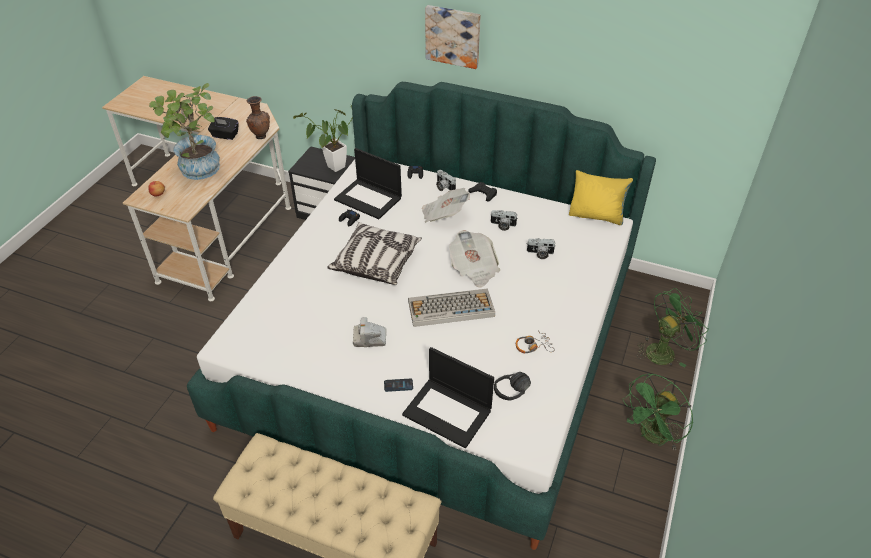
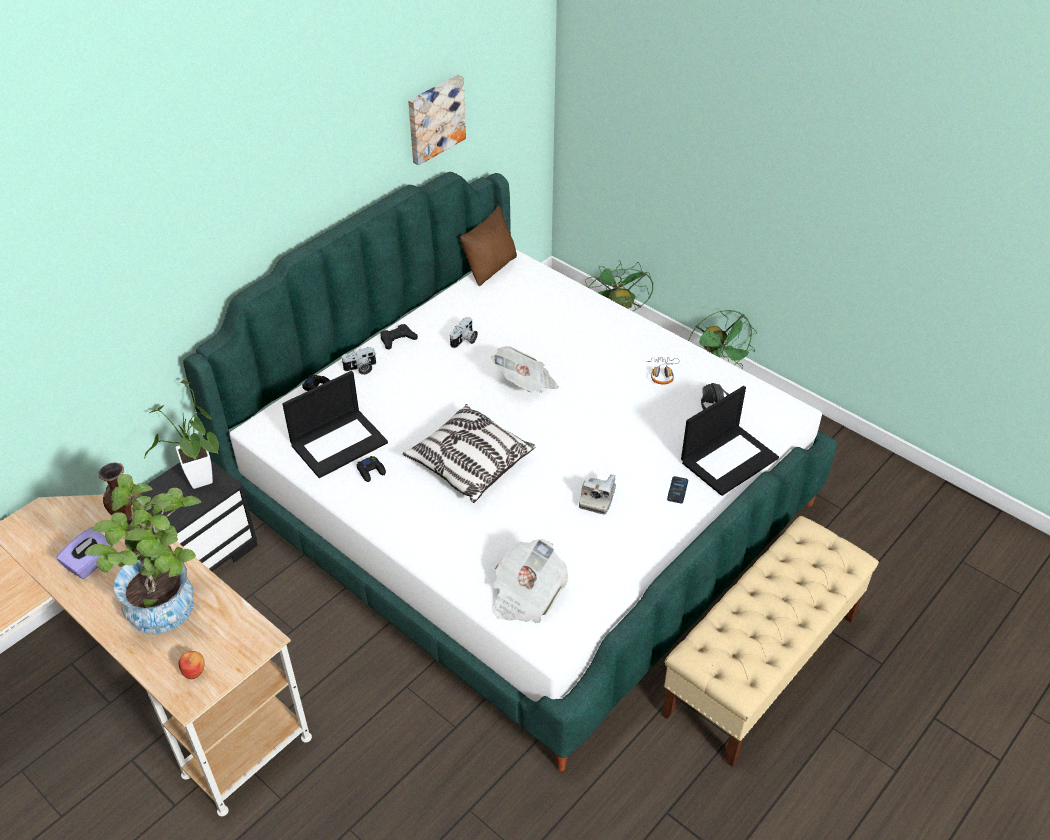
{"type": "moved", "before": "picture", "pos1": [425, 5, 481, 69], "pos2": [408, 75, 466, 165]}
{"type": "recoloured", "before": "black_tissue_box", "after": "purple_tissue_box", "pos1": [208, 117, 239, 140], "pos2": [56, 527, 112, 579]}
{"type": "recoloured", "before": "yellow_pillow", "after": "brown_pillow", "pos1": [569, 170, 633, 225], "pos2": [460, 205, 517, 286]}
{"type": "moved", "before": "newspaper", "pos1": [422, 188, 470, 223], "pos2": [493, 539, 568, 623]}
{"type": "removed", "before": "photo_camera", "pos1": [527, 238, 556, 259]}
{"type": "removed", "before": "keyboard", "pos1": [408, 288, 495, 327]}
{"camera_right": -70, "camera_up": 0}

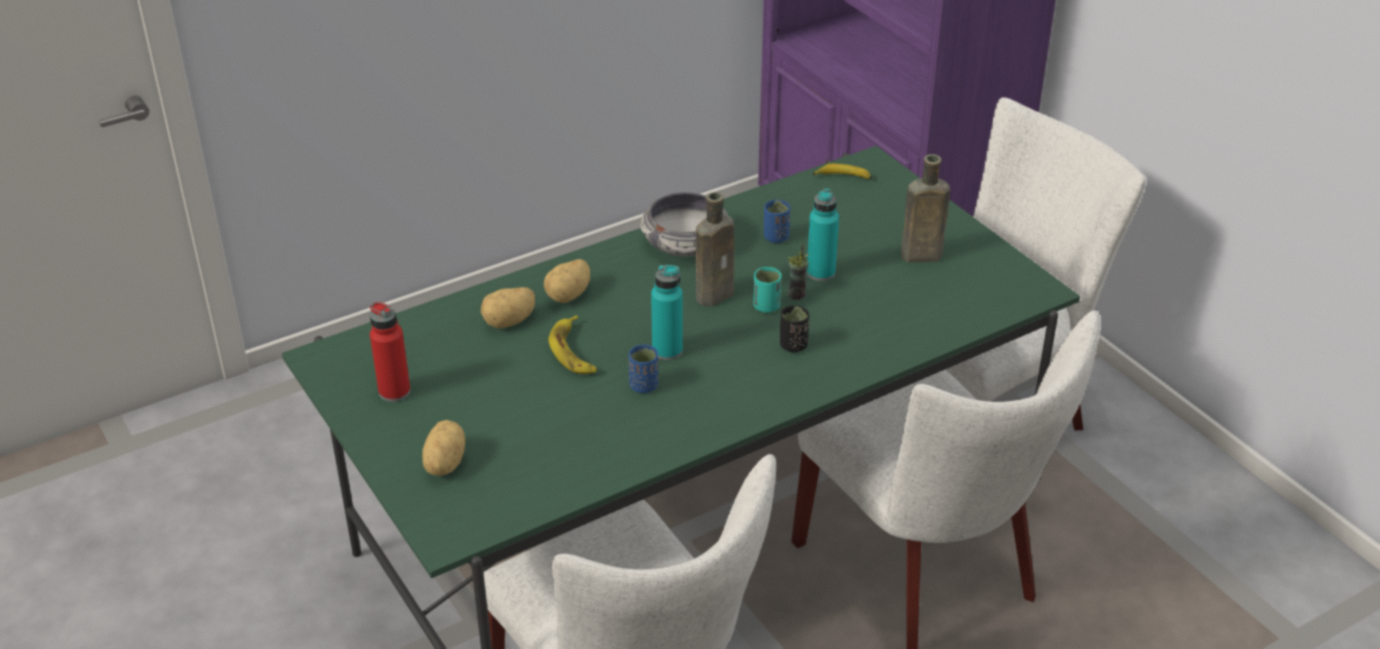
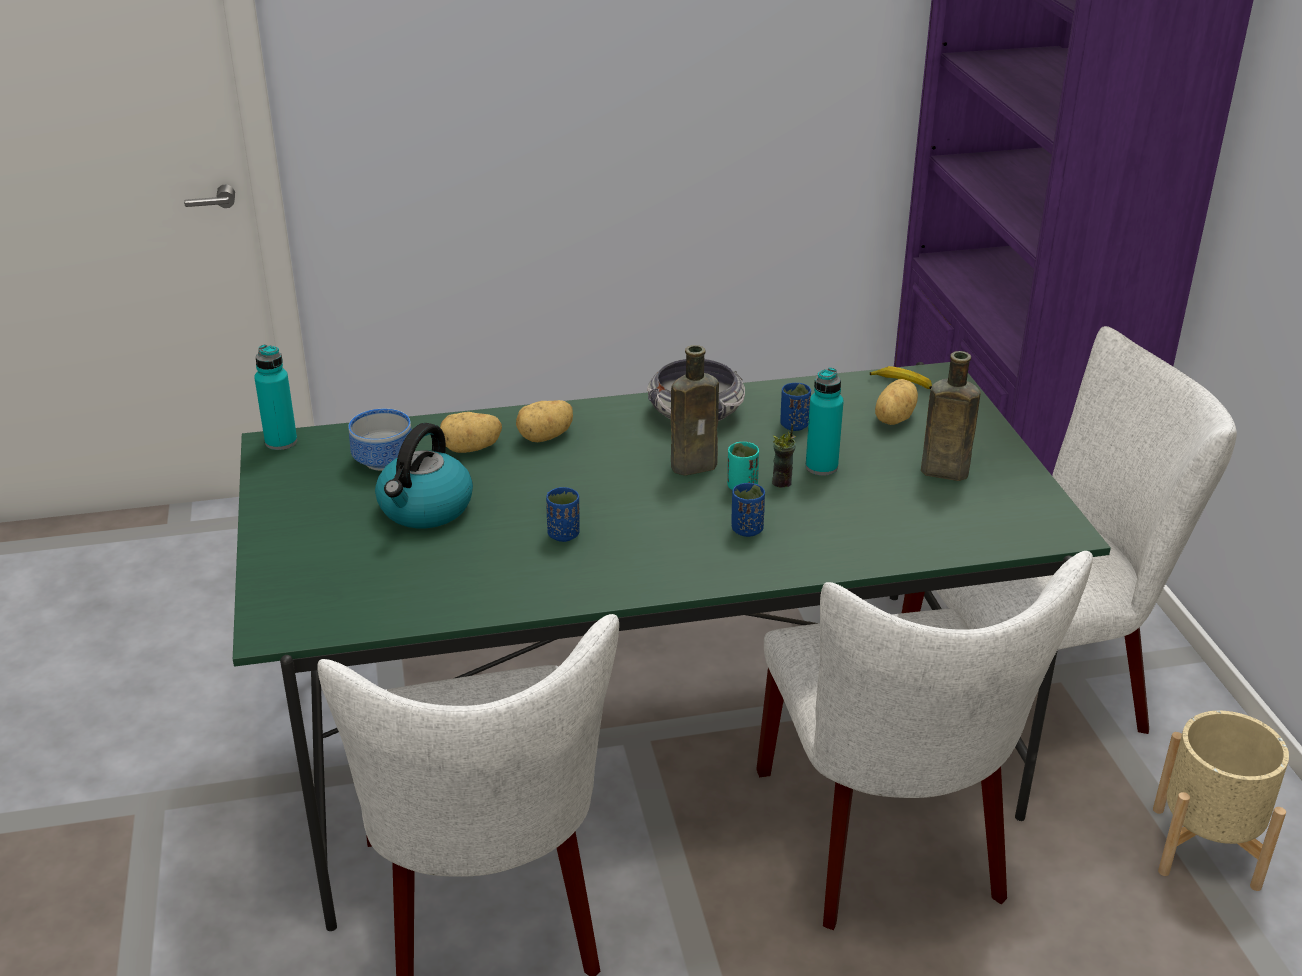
{"type": "moved", "before": "turquoise_bottle", "pos1": [651, 265, 683, 360], "pos2": [254, 344, 297, 450]}
{"type": "removed", "before": "red_bottle", "pos1": [370, 302, 411, 402]}
{"type": "recoloured", "before": "black_cup", "after": "blue_cup", "pos1": [780, 305, 809, 352], "pos2": [732, 483, 765, 537]}
{"type": "removed", "before": "banana", "pos1": [548, 315, 597, 374]}
{"type": "moved", "before": "potato", "pos1": [422, 420, 465, 476], "pos2": [875, 379, 918, 425]}
{"type": "added", "after": "bowl", "pos2": [348, 409, 412, 471]}
{"type": "added", "after": "kettle", "pos2": [375, 423, 473, 528]}
{"type": "added", "after": "beige_planter", "pos2": [1153, 711, 1289, 891]}
{"camera_right": 20, "camera_up": -5}

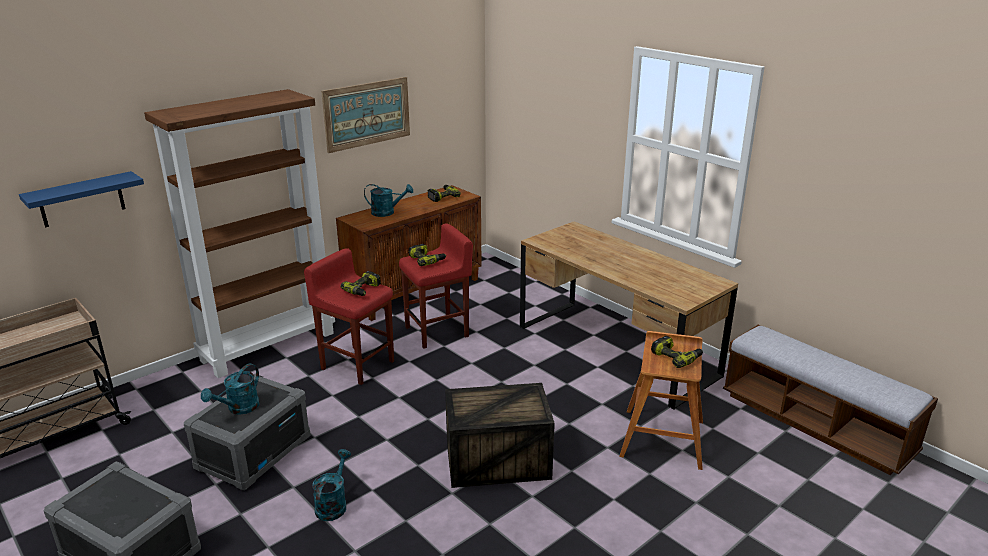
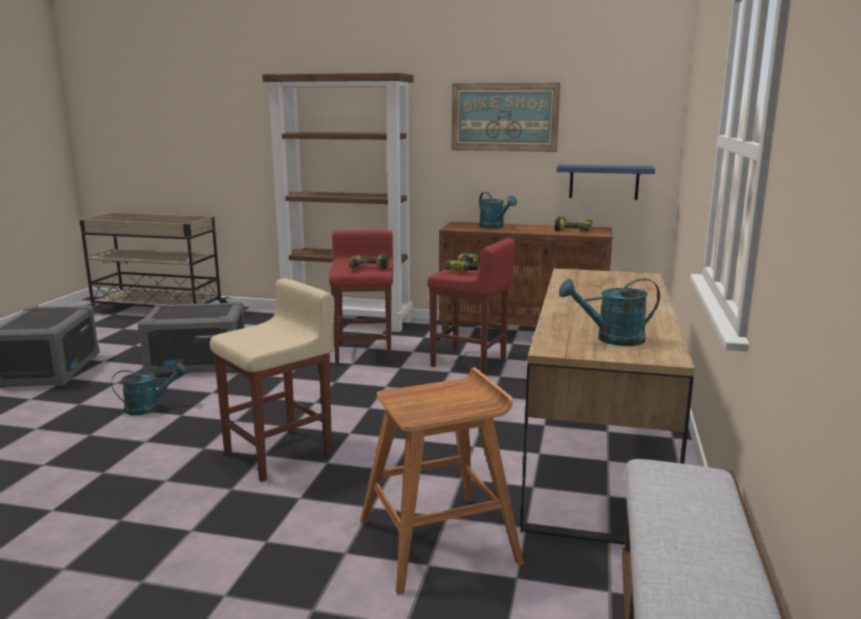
{"type": "moved", "before": "blue_shelf", "pos1": [19, 171, 144, 228], "pos2": [557, 165, 655, 200]}
{"type": "removed", "before": "power_drill", "pos1": [651, 336, 703, 368]}
{"type": "moved", "before": "turquoise_watering_can", "pos1": [201, 364, 260, 415], "pos2": [559, 278, 660, 346]}
{"type": "replaced", "before": "crate", "after": "beige_stool", "pos1": [445, 383, 555, 488], "pos2": [210, 279, 334, 482]}
{"camera_right": 55, "camera_up": -10}

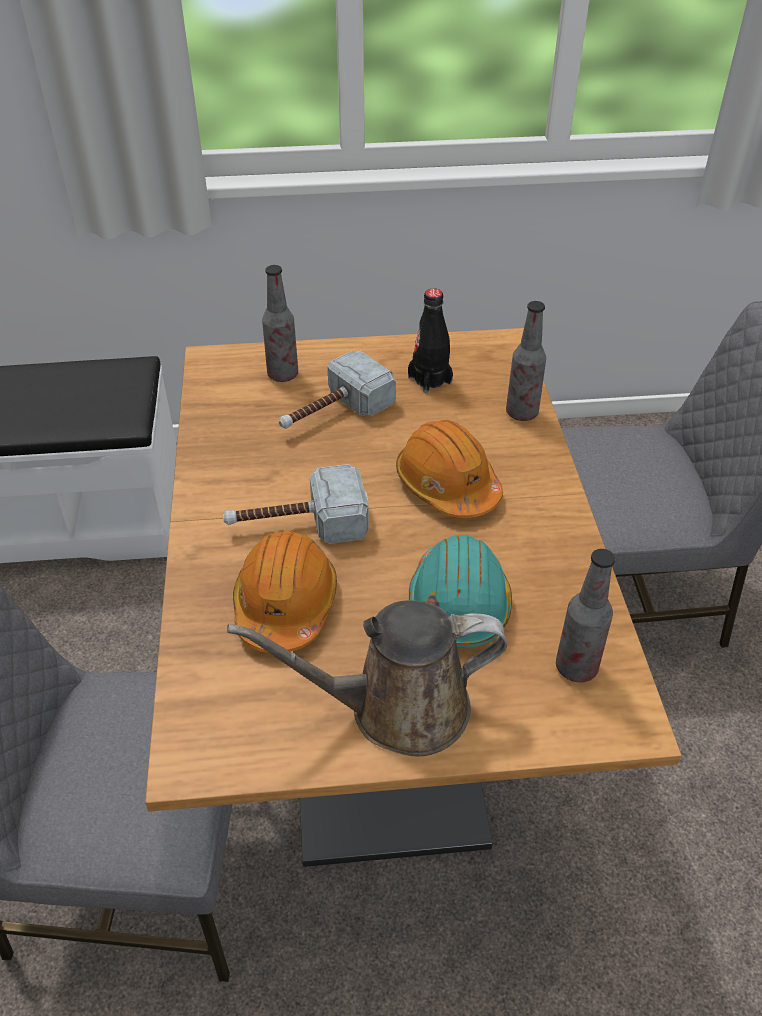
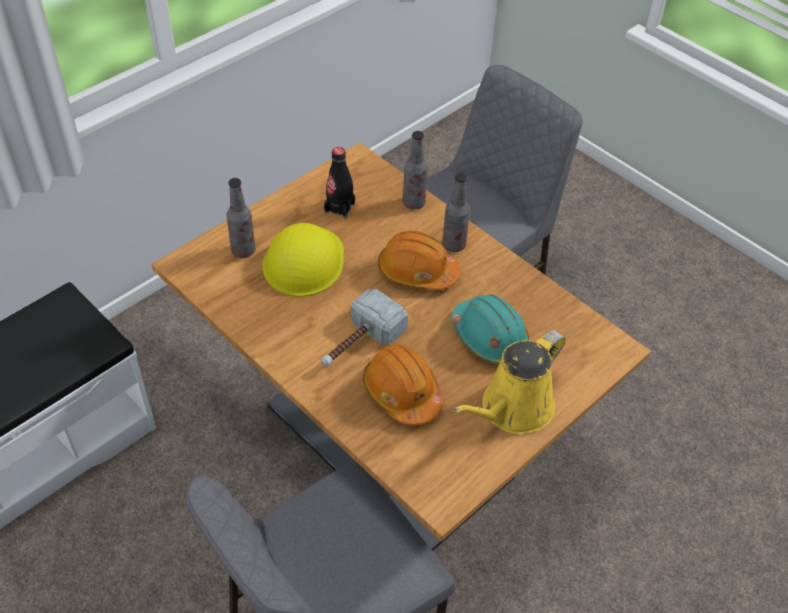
{"type": "replaced", "before": "hammer", "after": "yellow_hard_hat", "pos1": [279, 351, 396, 429], "pos2": [263, 223, 344, 297]}
{"type": "moved", "before": "bottle", "pos1": [556, 549, 615, 682], "pos2": [442, 173, 470, 252]}
{"type": "recoloured", "before": "brown_watering_can", "after": "yellow_watering_can", "pos1": [227, 600, 507, 756], "pos2": [453, 330, 566, 434]}
{"camera_right": -40, "camera_up": 5}

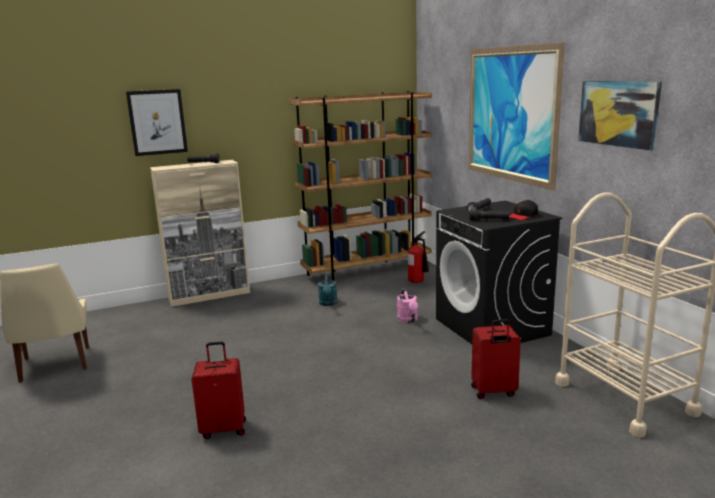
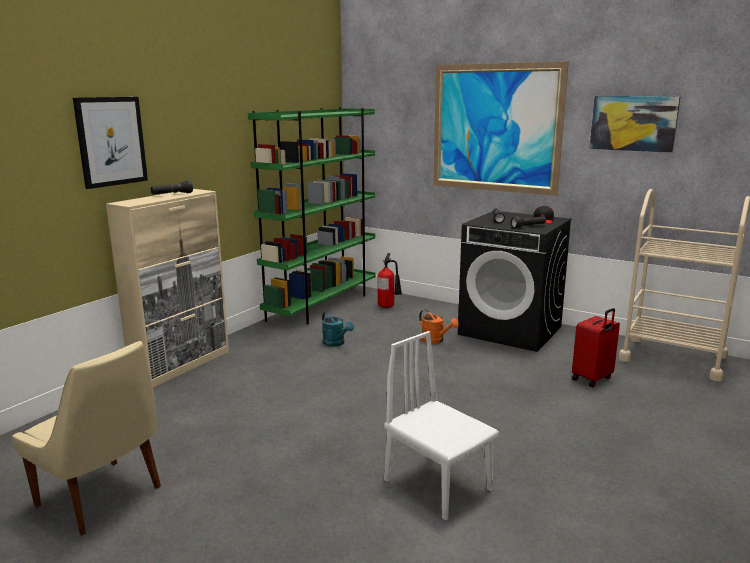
{"type": "recoloured", "before": "brown_bookcase", "after": "green_bookcase", "pos1": [289, 91, 432, 281], "pos2": [248, 107, 375, 324]}
{"type": "recoloured", "before": "pink_watering_can", "after": "orange_watering_can", "pos1": [397, 288, 418, 323], "pos2": [419, 309, 459, 344]}
{"type": "replaced", "before": "red_suitcase", "after": "white_chair", "pos1": [191, 341, 246, 439], "pos2": [384, 331, 499, 521]}
{"camera_right": -35, "camera_up": 0}

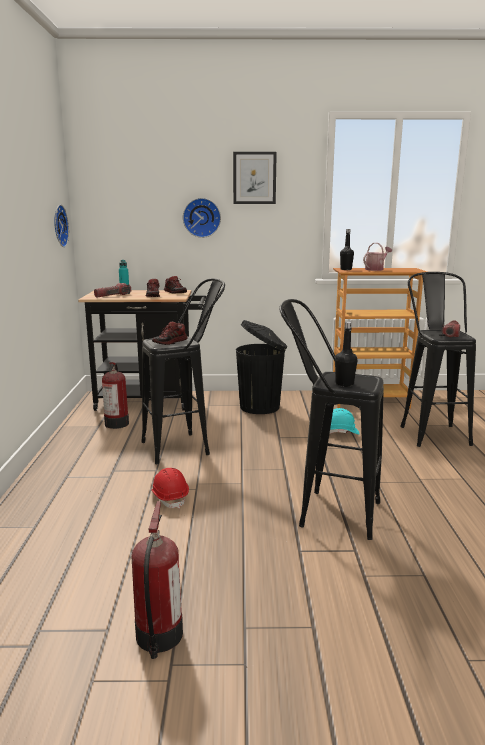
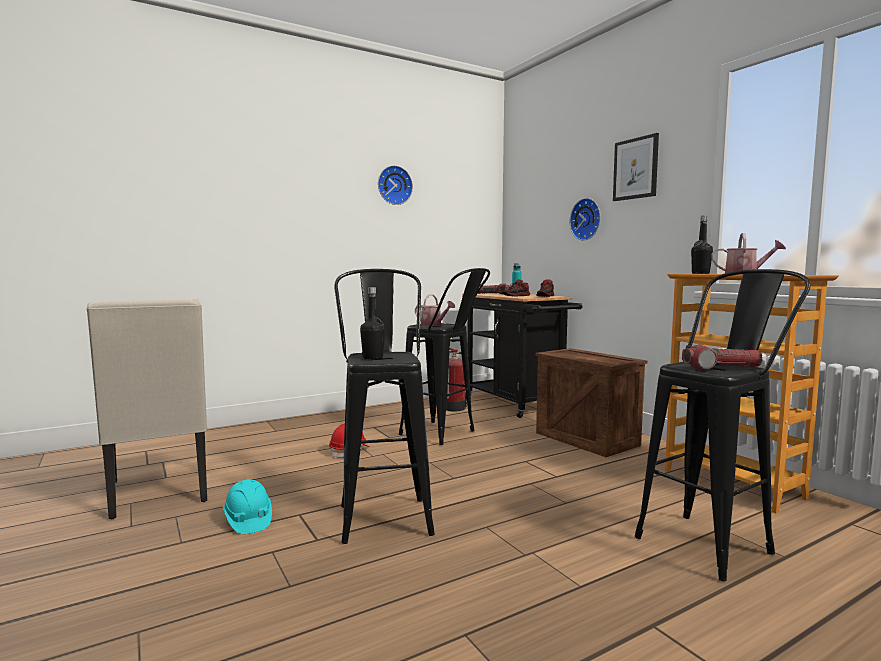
{"type": "moved", "before": "wall_clock", "pos1": [54, 205, 69, 247], "pos2": [378, 165, 413, 205]}
{"type": "replaced", "before": "black_trash_can", "after": "crate", "pos1": [236, 320, 287, 414], "pos2": [535, 348, 648, 457]}
{"type": "replaced", "before": "shoe", "after": "watering_can", "pos1": [152, 322, 187, 345], "pos2": [415, 294, 455, 326]}
{"type": "moved", "before": "turquoise_hard_hat", "pos1": [330, 408, 360, 434], "pos2": [223, 479, 272, 534]}
{"type": "replaced", "before": "fire_extinguisher", "after": "beige_chair", "pos1": [132, 501, 183, 659], "pos2": [86, 300, 207, 519]}
{"camera_right": 60, "camera_up": -10}

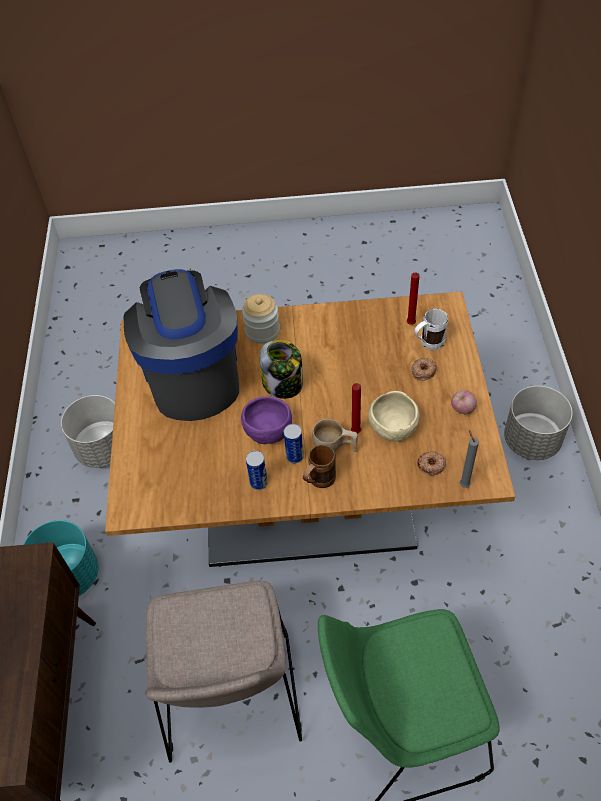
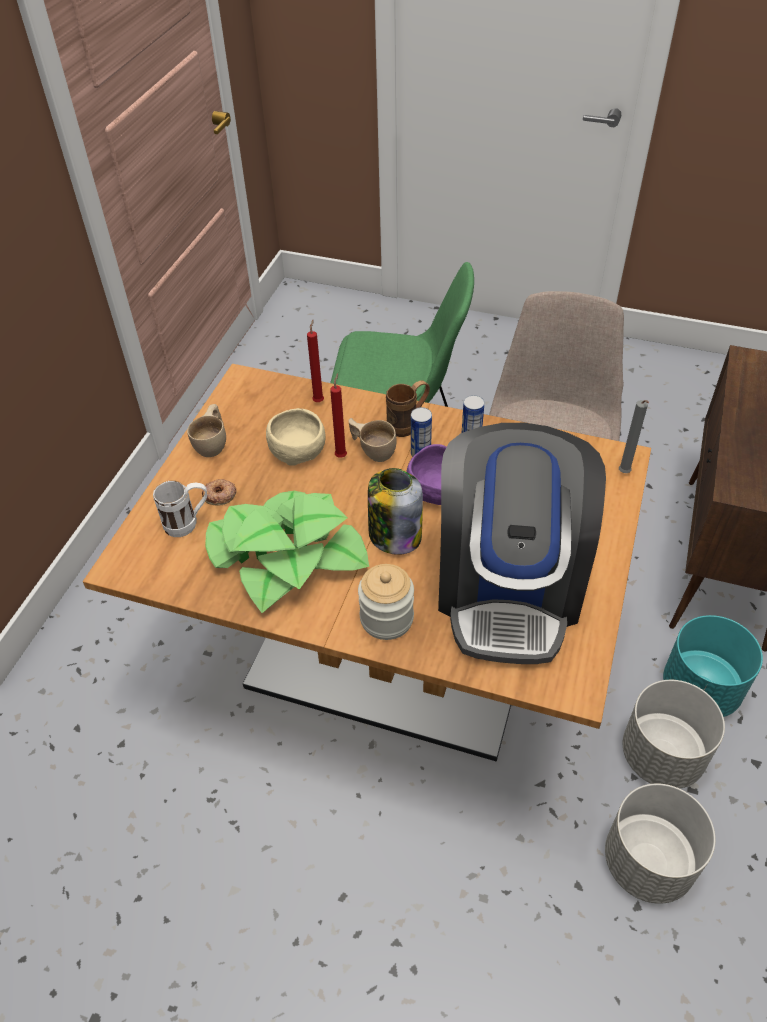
{"type": "moved", "before": "red_candle", "pos1": [407, 273, 419, 325], "pos2": [307, 320, 324, 402]}
{"type": "moved", "before": "grey_planter", "pos1": [504, 386, 573, 460], "pos2": [623, 680, 725, 789]}
{"type": "replaced", "before": "apple", "after": "beige_cup", "pos1": [451, 390, 477, 414], "pos2": [187, 404, 226, 457]}
{"type": "moved", "before": "grey_candle", "pos1": [460, 430, 479, 488], "pos2": [619, 400, 649, 473]}
{"type": "removed", "before": "donut", "pos1": [417, 451, 446, 476]}
{"type": "added", "after": "potted_plant", "pos2": [205, 491, 369, 613]}
{"camera_right": -160, "camera_up": -5}

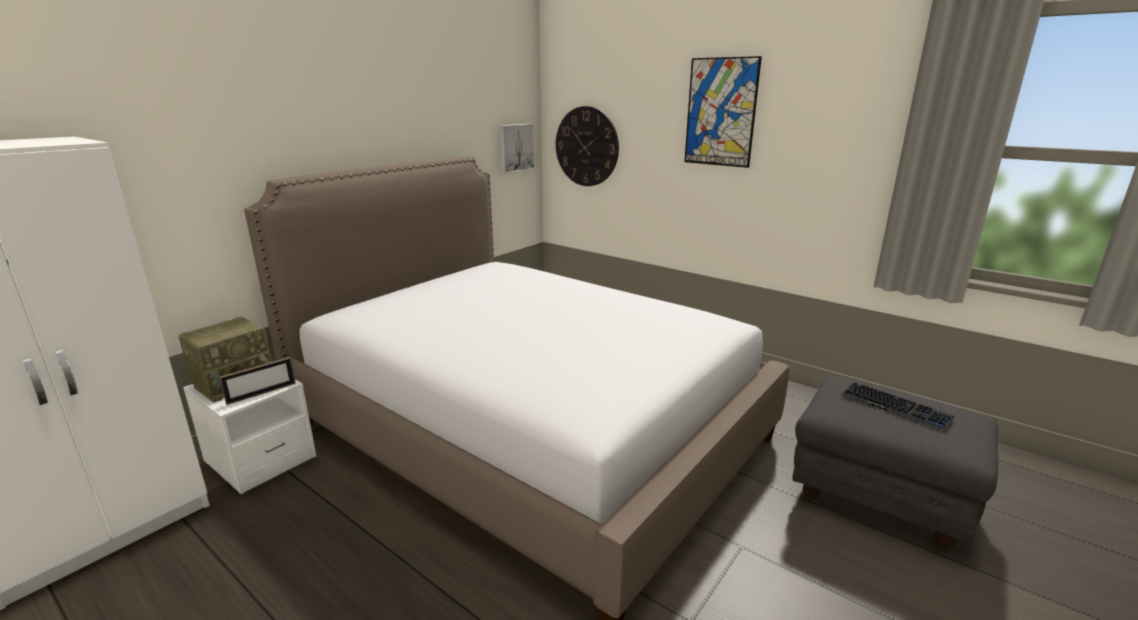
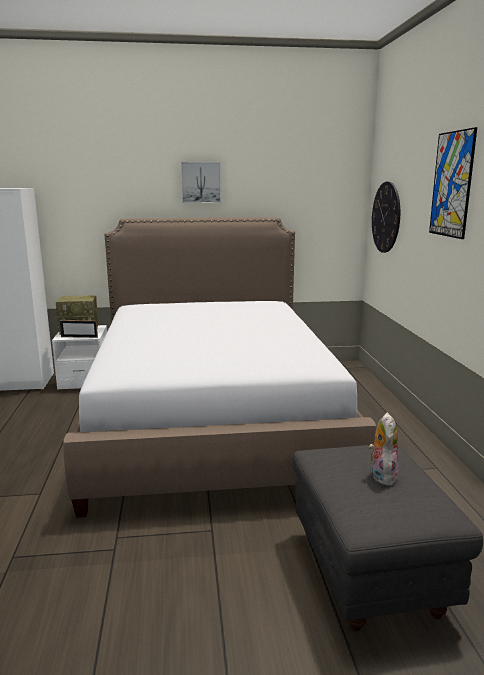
{"type": "moved", "before": "picture", "pos1": [499, 123, 535, 174], "pos2": [181, 162, 221, 203]}
{"type": "replaced", "before": "keyboard", "after": "plush_toy", "pos1": [842, 382, 954, 430], "pos2": [368, 413, 399, 486]}
{"camera_right": 45, "camera_up": -5}

